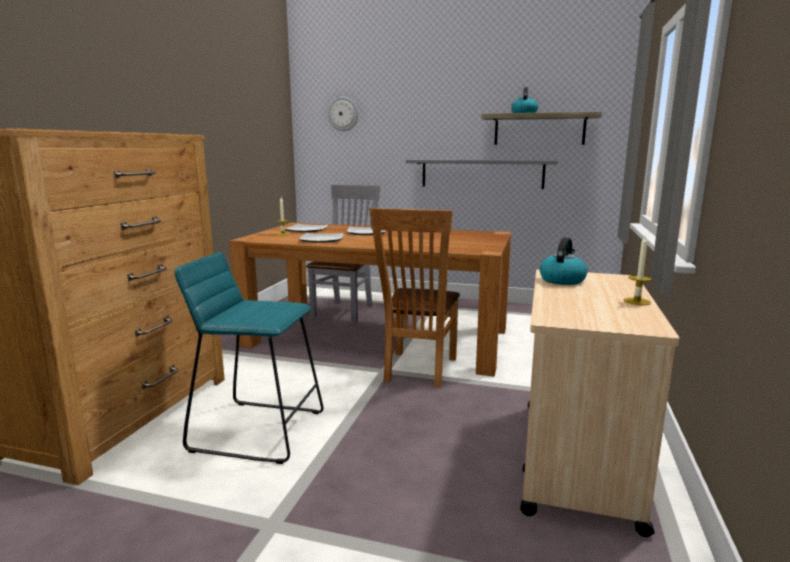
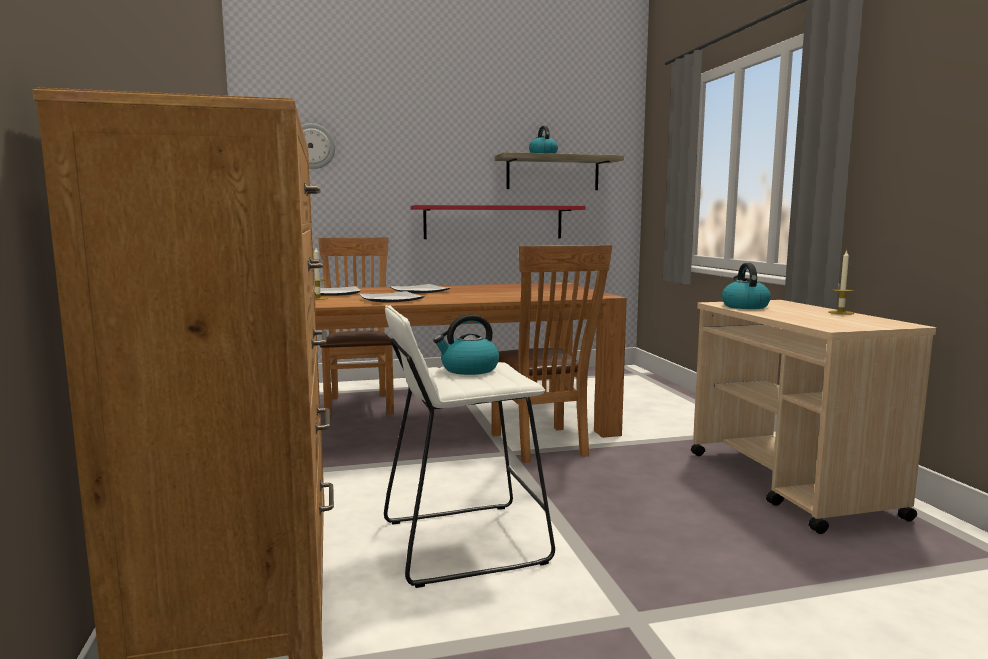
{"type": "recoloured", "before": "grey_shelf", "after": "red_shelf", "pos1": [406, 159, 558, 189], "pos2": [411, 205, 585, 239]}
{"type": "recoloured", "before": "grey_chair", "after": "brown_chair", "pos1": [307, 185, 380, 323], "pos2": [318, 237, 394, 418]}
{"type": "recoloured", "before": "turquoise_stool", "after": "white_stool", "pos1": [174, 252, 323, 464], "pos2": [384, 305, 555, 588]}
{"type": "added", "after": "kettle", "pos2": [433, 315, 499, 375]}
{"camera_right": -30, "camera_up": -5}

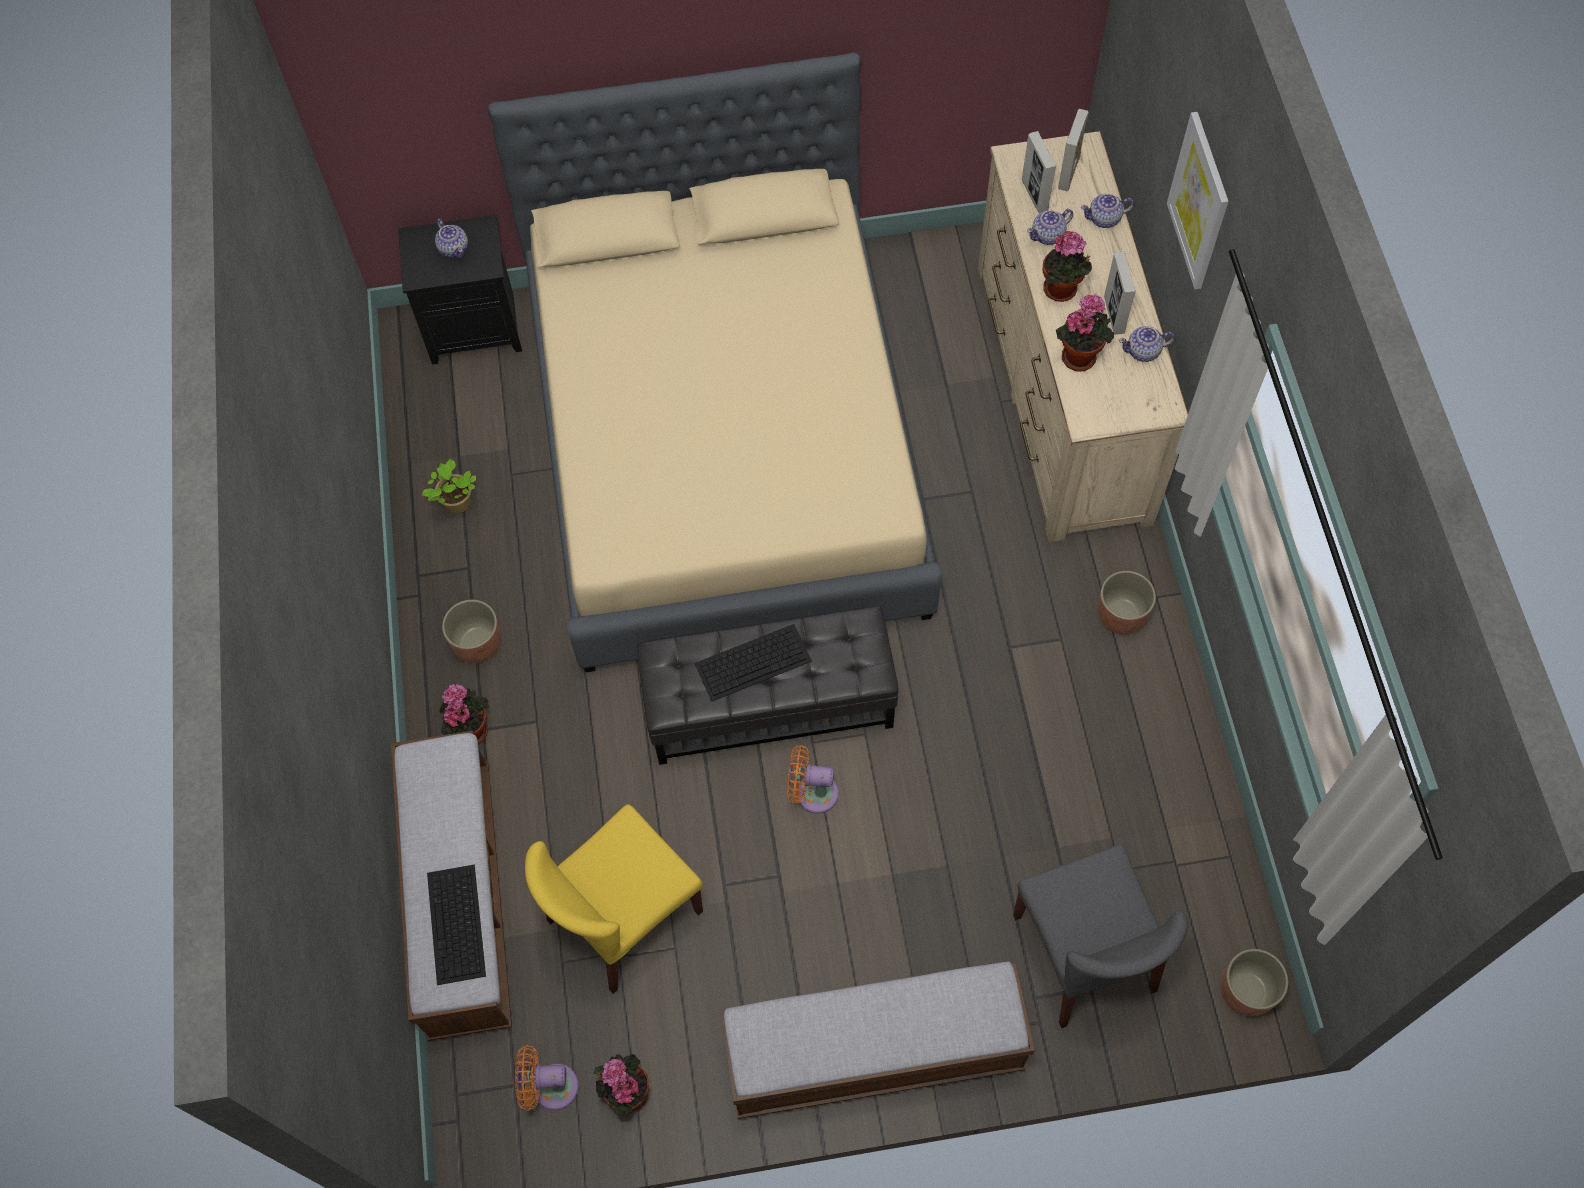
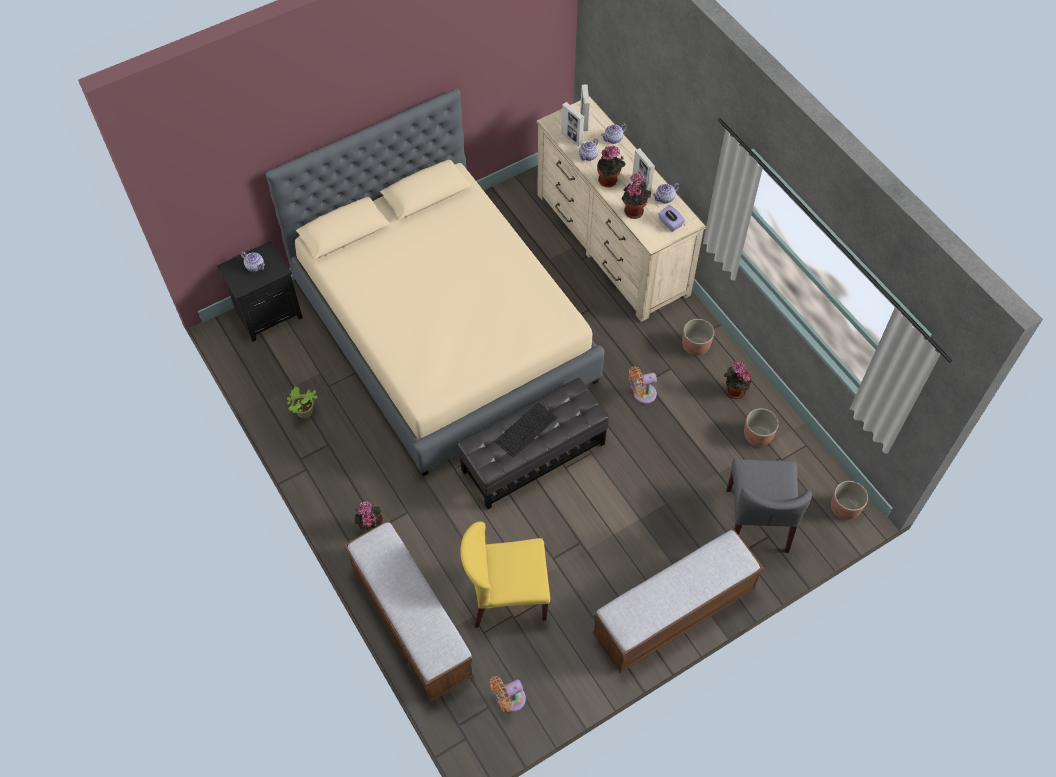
{"type": "removed", "before": "picture", "pos1": [1167, 112, 1228, 289]}
{"type": "moved", "before": "planter", "pos1": [442, 600, 501, 663], "pos2": [744, 408, 779, 447]}
{"type": "moved", "before": "orange_fan", "pos1": [787, 745, 839, 814], "pos2": [629, 366, 657, 404]}
{"type": "turned", "before": "yellow_chair", "pos1": [525, 804, 703, 994], "pos2": [460, 522, 550, 628], "turn": 60}
{"type": "turned", "before": "grey_chair", "pos1": [1013, 845, 1188, 1028], "pos2": [727, 459, 812, 553], "turn": 45}
{"type": "removed", "before": "keyboard", "pos1": [427, 865, 486, 985]}
{"type": "moved", "before": "potted_plant", "pos1": [593, 1054, 649, 1116], "pos2": [724, 361, 751, 399]}
{"type": "added", "after": "purple_tissue_box", "pos2": [658, 205, 685, 232]}
{"camera_right": -25, "camera_up": -5}

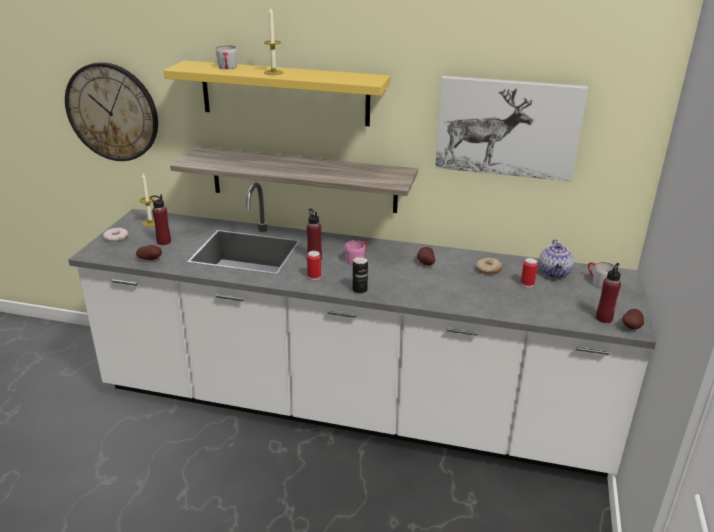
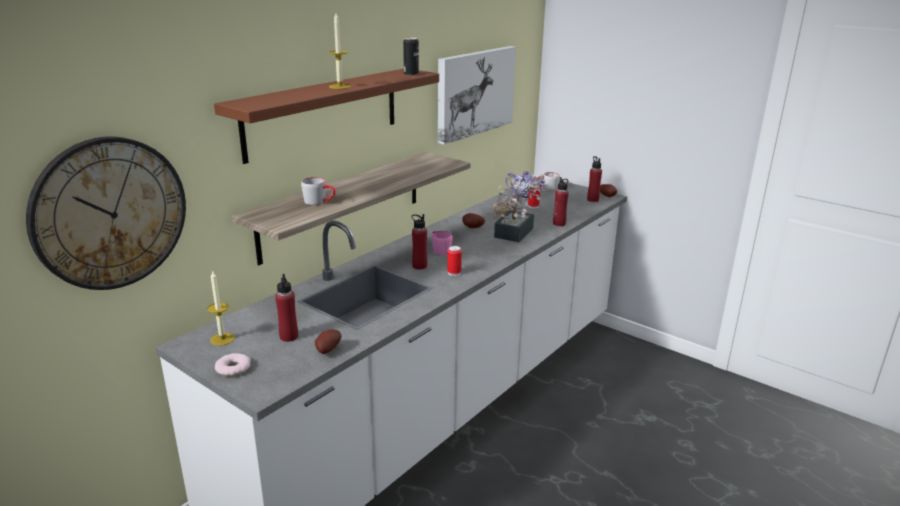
{"type": "moved", "before": "grey_mug", "pos1": [216, 45, 237, 69], "pos2": [301, 177, 335, 205]}
{"type": "recoloured", "before": "yellow_shelf", "after": "brown_shelf", "pos1": [164, 60, 390, 126], "pos2": [214, 69, 439, 164]}
{"type": "moved", "before": "can", "pos1": [353, 257, 368, 294], "pos2": [403, 37, 419, 76]}
{"type": "added", "after": "potted_plant", "pos2": [493, 171, 544, 242]}
{"type": "added", "after": "red_bottle", "pos2": [553, 177, 569, 226]}
{"camera_right": -65, "camera_up": -5}

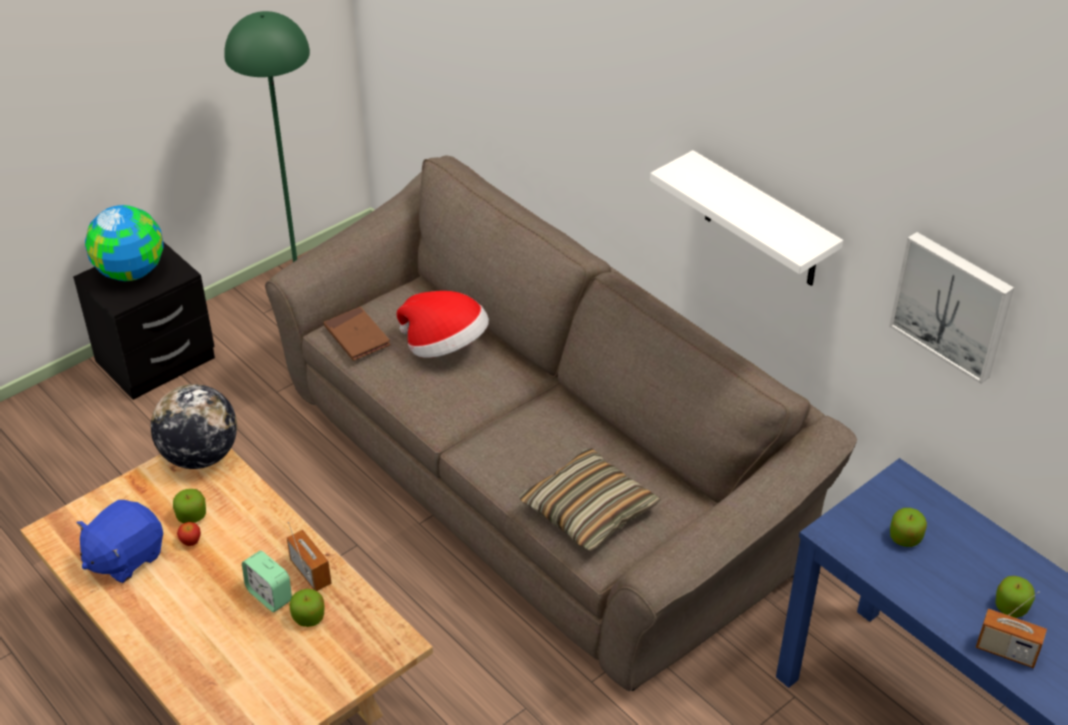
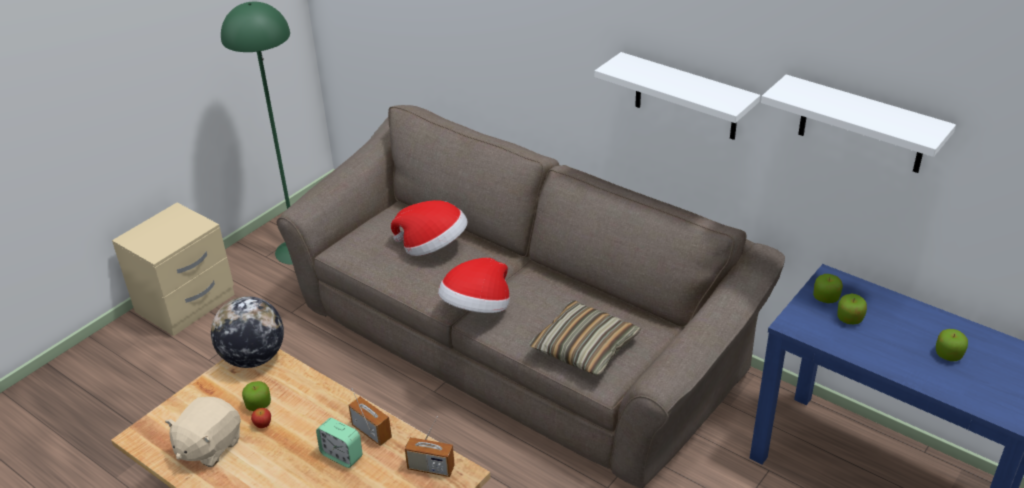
{"type": "removed", "before": "globe", "pos1": [85, 205, 164, 281]}
{"type": "replaced", "before": "picture", "after": "white_shelf", "pos1": [889, 232, 1014, 384], "pos2": [761, 75, 956, 173]}
{"type": "recoloured", "before": "black_nightstand", "after": "beige_nightstand", "pos1": [73, 242, 215, 400], "pos2": [112, 203, 235, 336]}
{"type": "removed", "before": "brown_book", "pos1": [324, 307, 391, 361]}
{"type": "recoloured", "before": "blue_plush_toy", "after": "beige_plush_toy", "pos1": [77, 500, 163, 583], "pos2": [165, 397, 241, 467]}
{"type": "moved", "before": "apple", "pos1": [289, 589, 324, 627], "pos2": [813, 274, 843, 303]}
{"type": "moved", "before": "radio", "pos1": [976, 591, 1047, 668], "pos2": [405, 416, 455, 477]}
{"type": "added", "after": "hat", "pos2": [438, 258, 510, 313]}
{"camera_right": -10, "camera_up": -5}

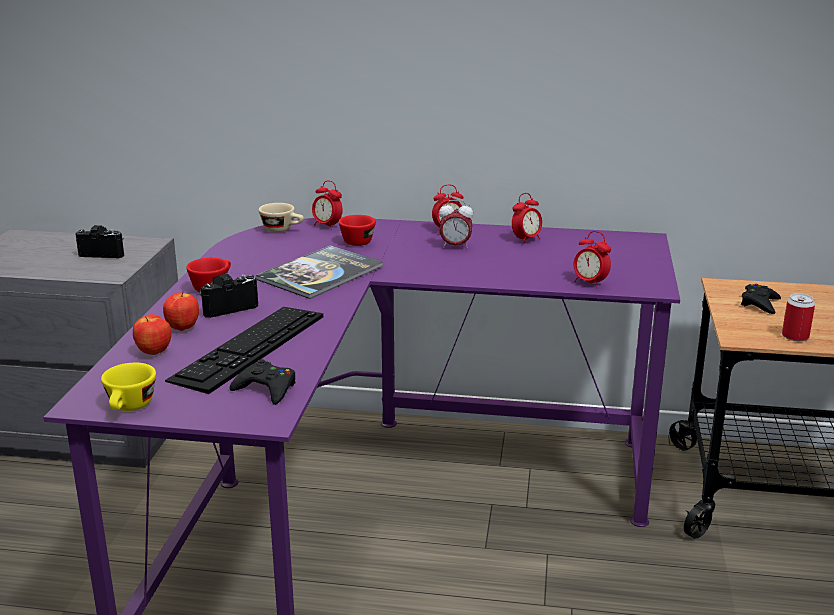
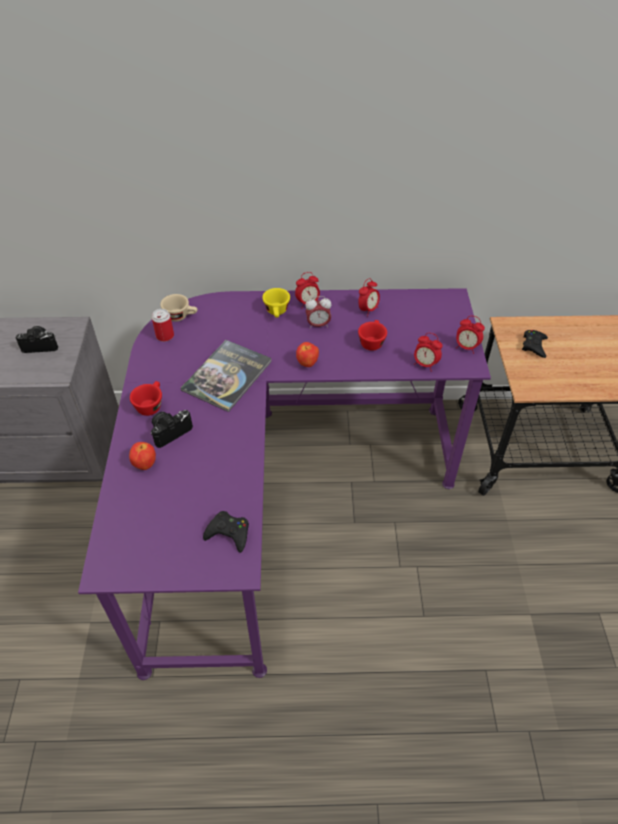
{"type": "moved", "before": "alarm_clock", "pos1": [312, 180, 343, 230], "pos2": [456, 316, 485, 354]}
{"type": "moved", "before": "red_cup", "pos1": [339, 215, 376, 246], "pos2": [358, 320, 387, 351]}
{"type": "moved", "before": "can", "pos1": [782, 293, 815, 341], "pos2": [152, 309, 174, 342]}
{"type": "removed", "before": "keyboard", "pos1": [165, 307, 323, 394]}
{"type": "moved", "before": "apple", "pos1": [133, 314, 171, 355], "pos2": [296, 342, 319, 367]}
{"type": "moved", "before": "yellow_cup", "pos1": [101, 363, 156, 411], "pos2": [262, 288, 290, 317]}
{"camera_right": -10, "camera_up": 25}

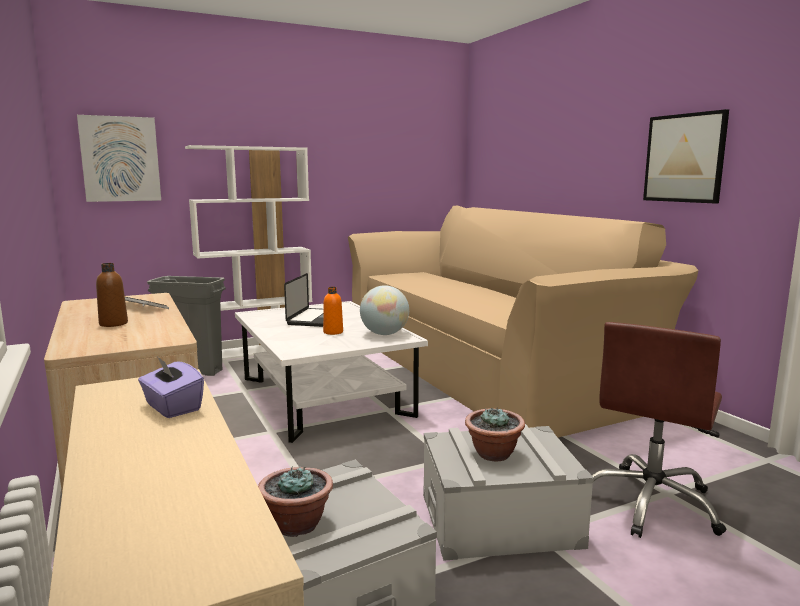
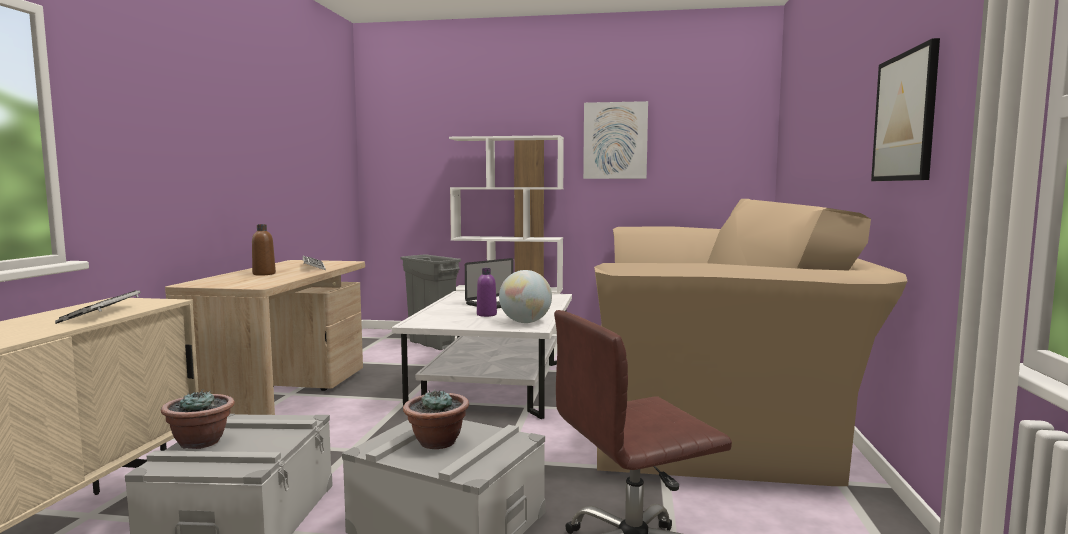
{"type": "moved", "before": "picture", "pos1": [77, 115, 161, 202], "pos2": [583, 101, 648, 179]}
{"type": "recoloured", "before": "orange_bottle", "after": "purple_bottle", "pos1": [323, 287, 343, 335], "pos2": [477, 268, 497, 317]}
{"type": "replaced", "before": "purple_tissue_box", "after": "keyboard", "pos1": [138, 356, 204, 418], "pos2": [55, 290, 141, 324]}
{"camera_right": 35, "camera_up": -5}

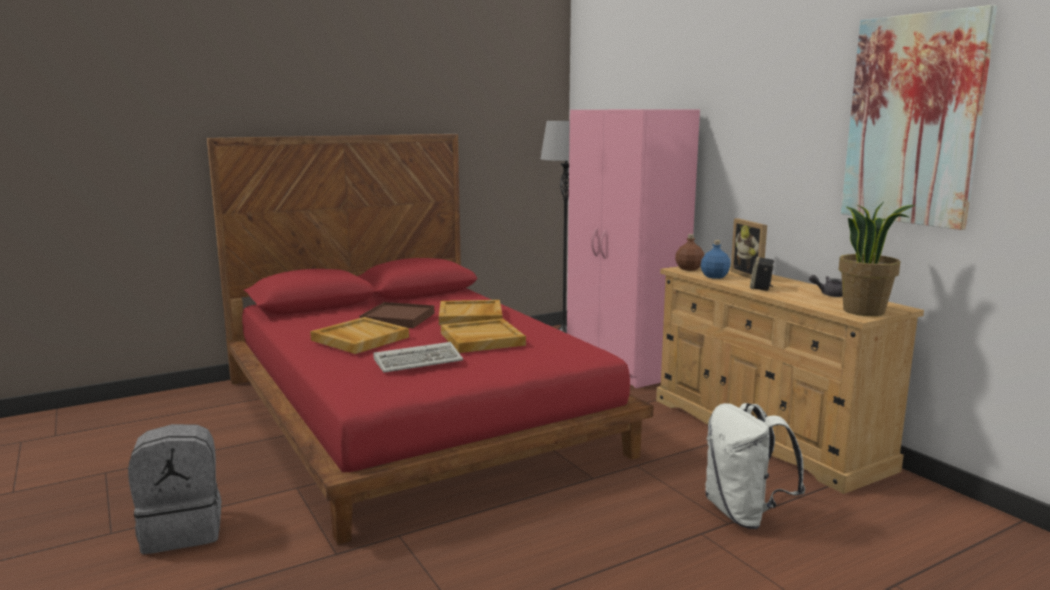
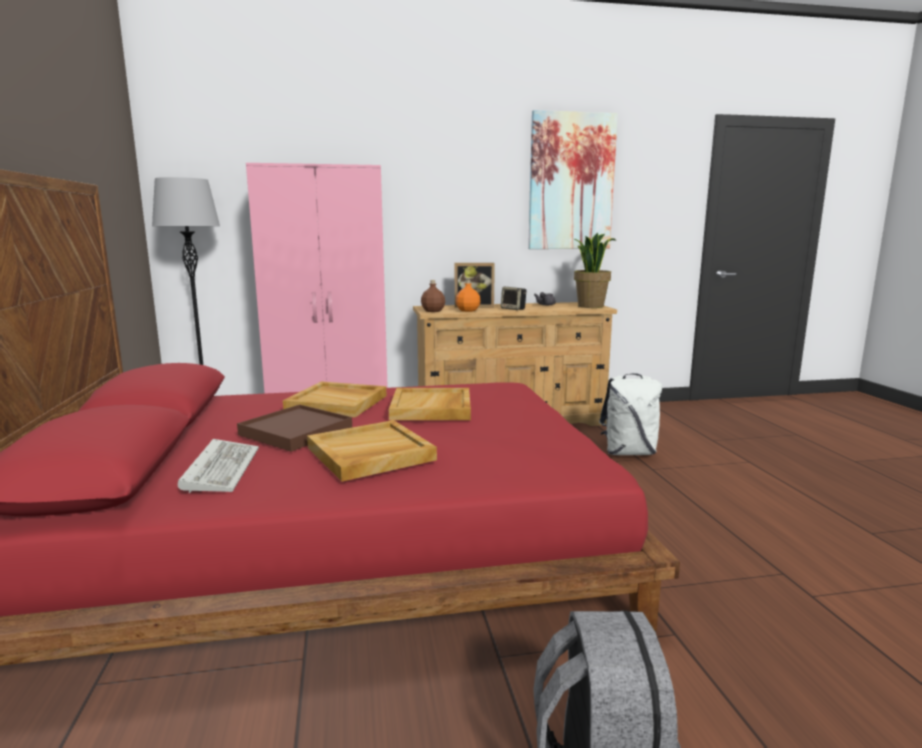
{"type": "recoloured", "before": "blue_bottle", "after": "orange_bottle", "pos1": [701, 240, 731, 279], "pos2": [456, 280, 481, 312]}
{"type": "moved", "before": "keyboard", "pos1": [373, 342, 463, 373], "pos2": [178, 439, 259, 493]}
{"camera_right": -70, "camera_up": 0}

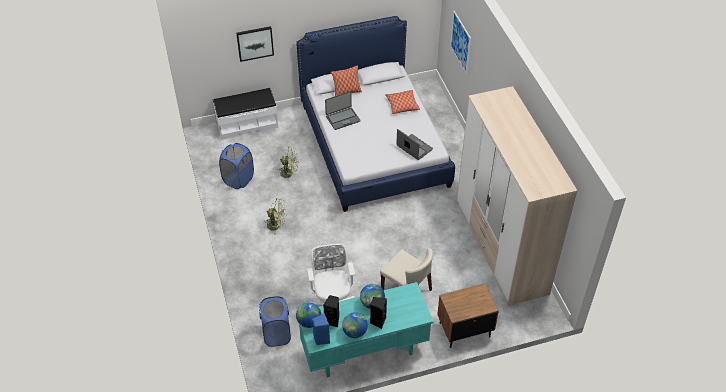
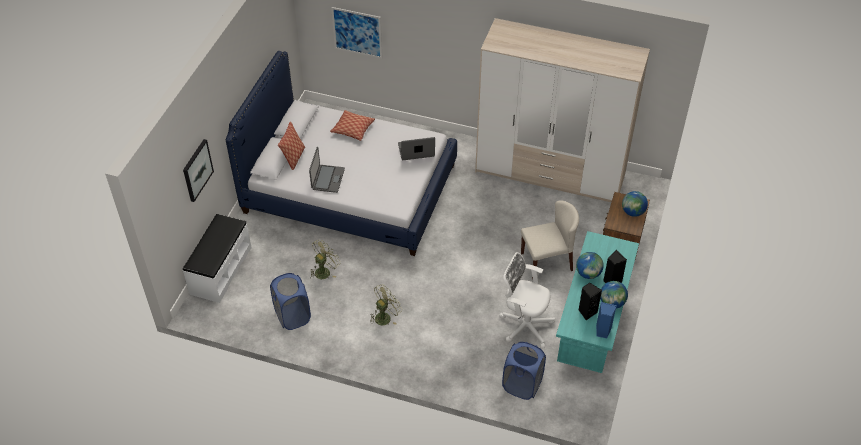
{"type": "moved", "before": "globe", "pos1": [296, 302, 321, 328], "pos2": [622, 191, 648, 217]}
{"camera_right": -55, "camera_up": 0}

